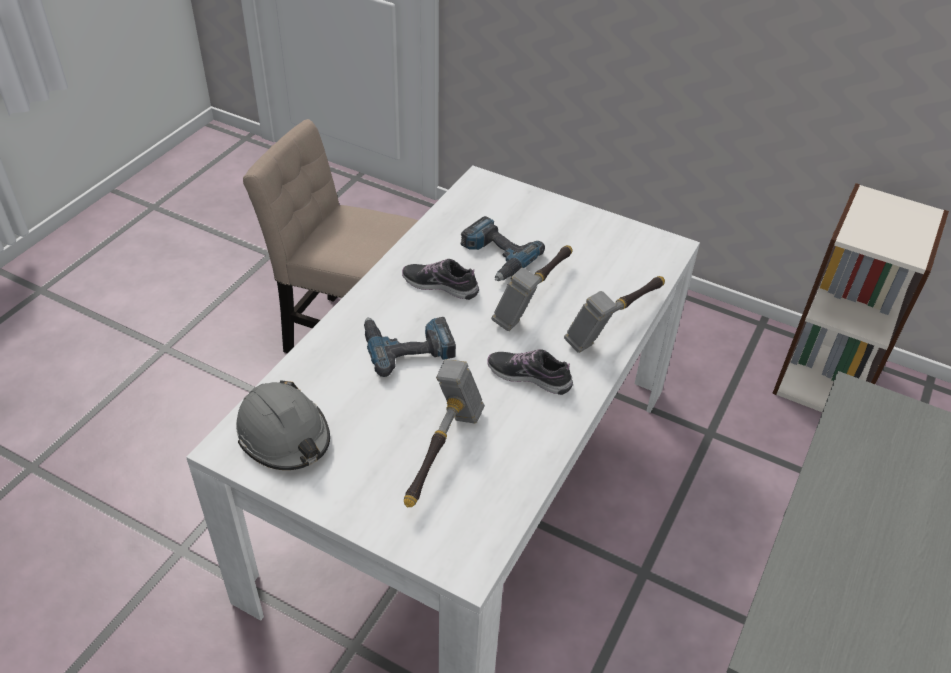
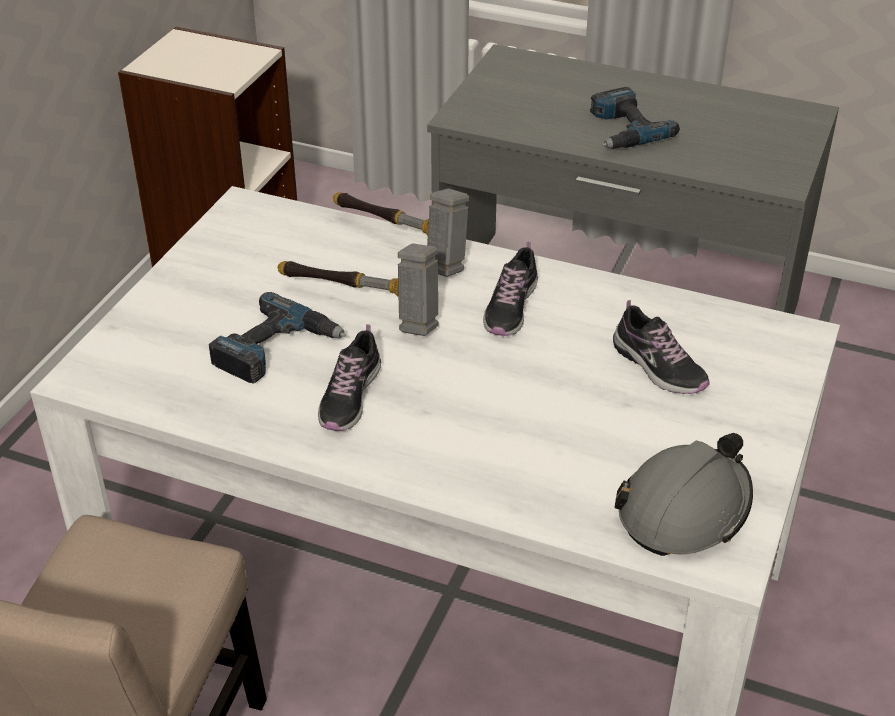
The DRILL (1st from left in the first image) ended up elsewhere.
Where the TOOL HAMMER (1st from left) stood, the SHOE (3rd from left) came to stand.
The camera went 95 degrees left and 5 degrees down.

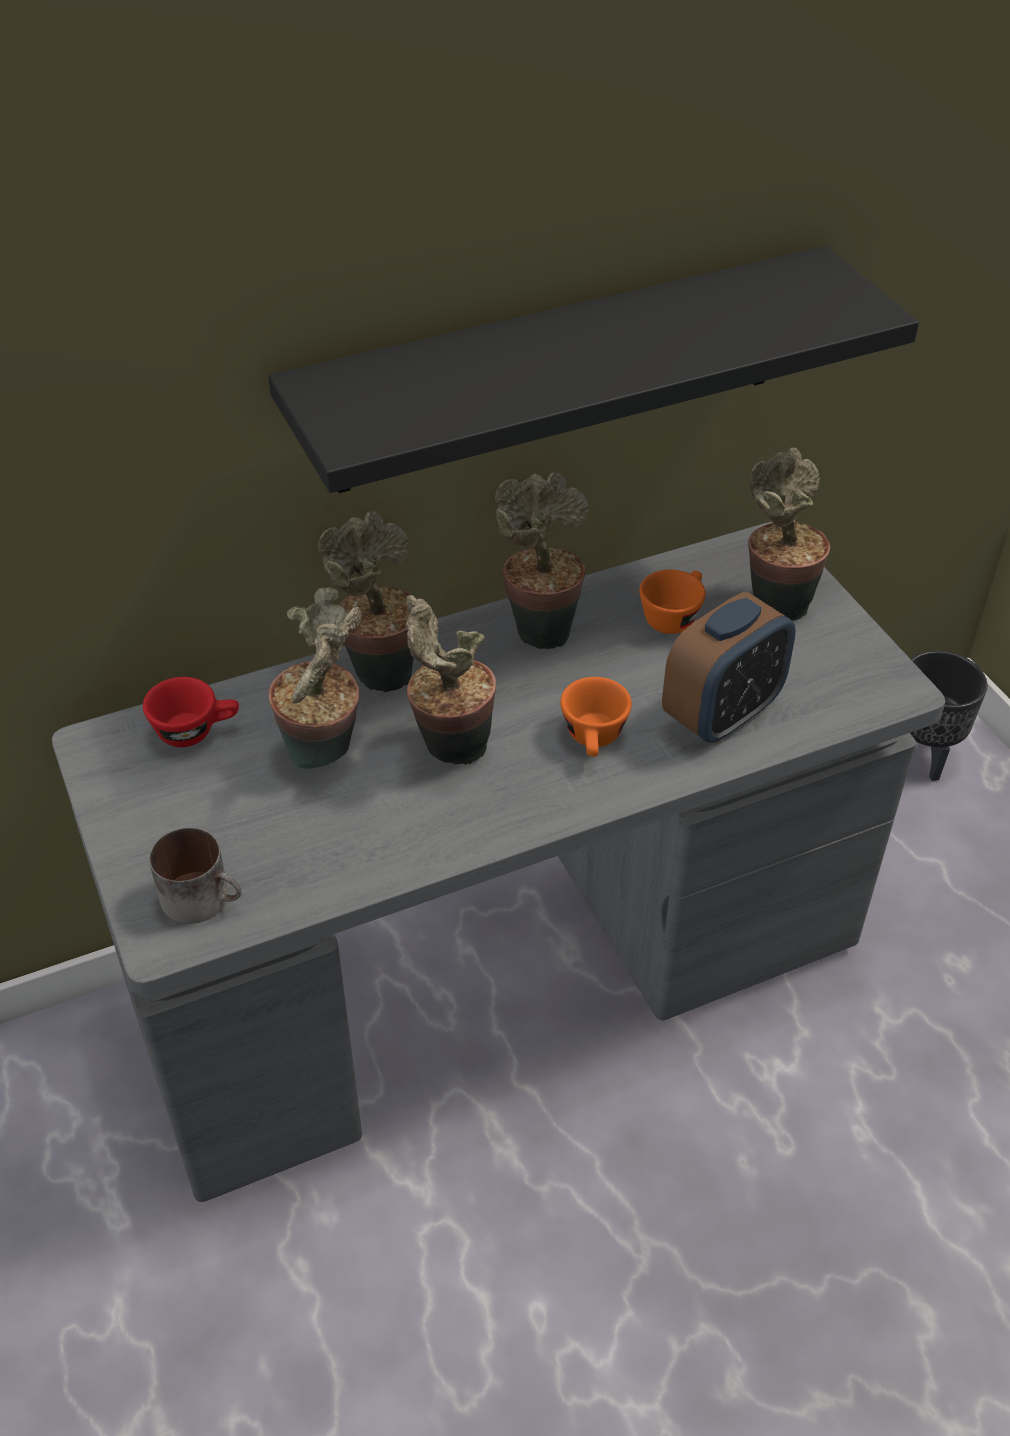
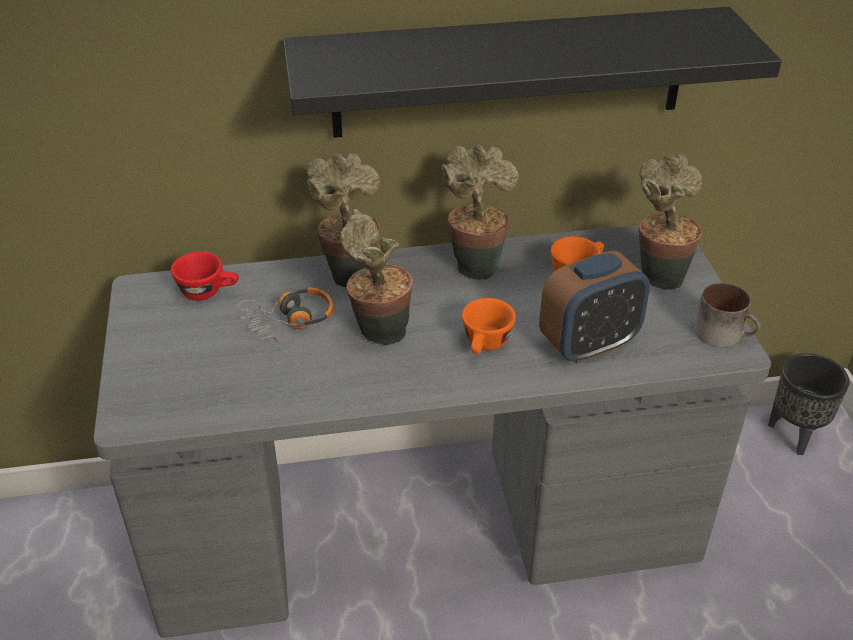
Where the PLANT IN A POT (1st from left) stood, the PAIR OF HEADPHONES came to stand.
The TEA MUG ended up elsewhere.
The camera went 15 degrees right and 5 degrees down.

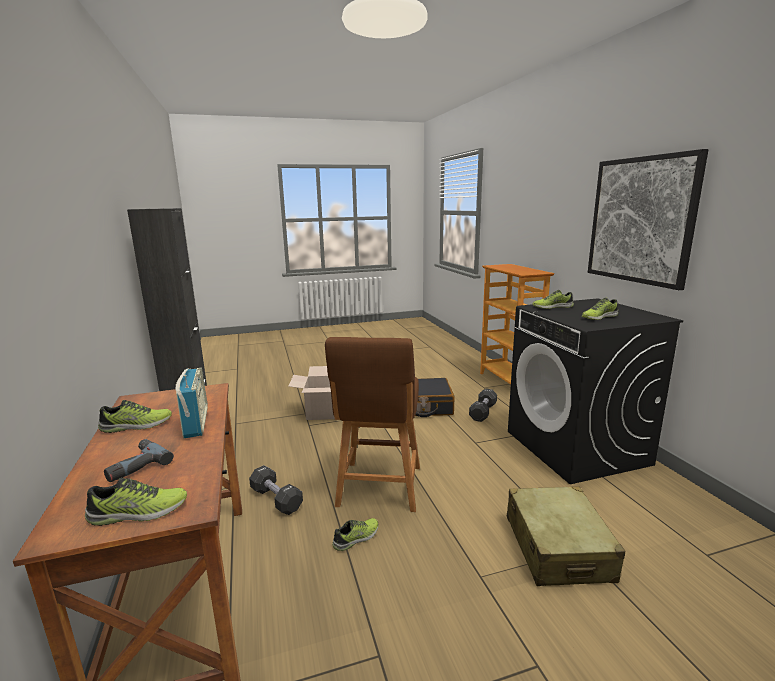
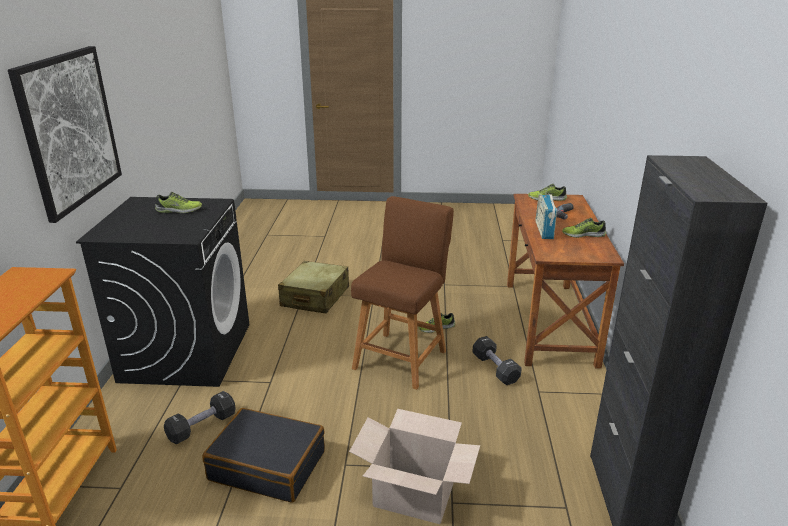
The second view lost the SHOE (4th from left).
The camera went 160 degrees left and 10 degrees up.

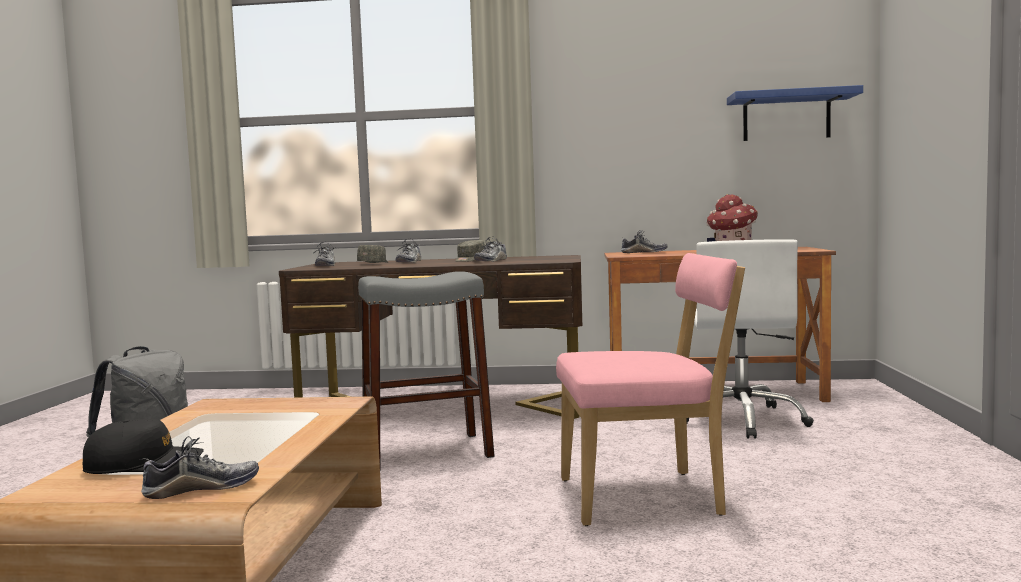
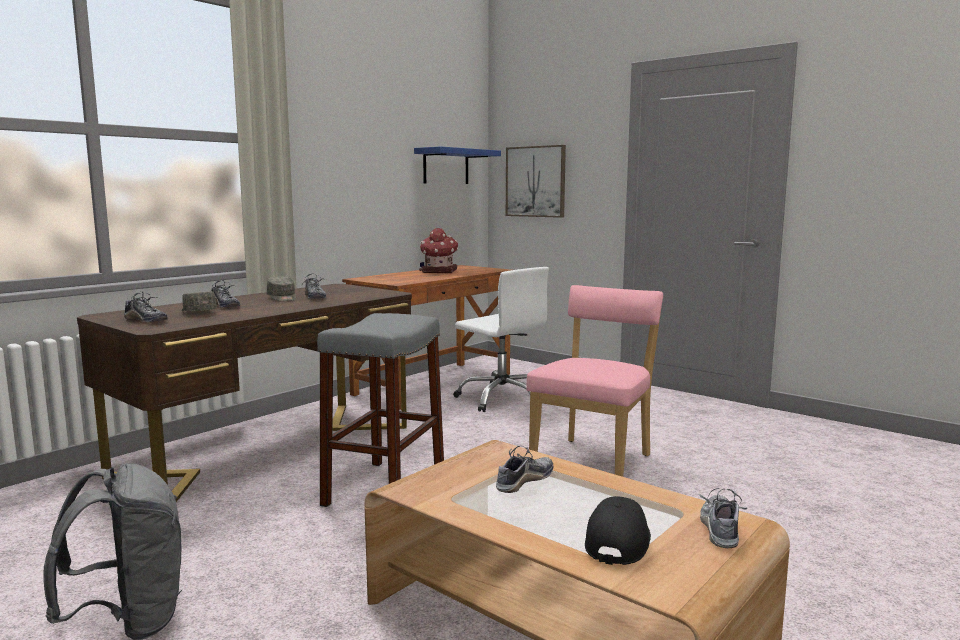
The SHOE (5th from left in the first image) ended up elsewhere.
The second view gained the PICTURE.
The camera went 55 degrees left and 5 degrees up.

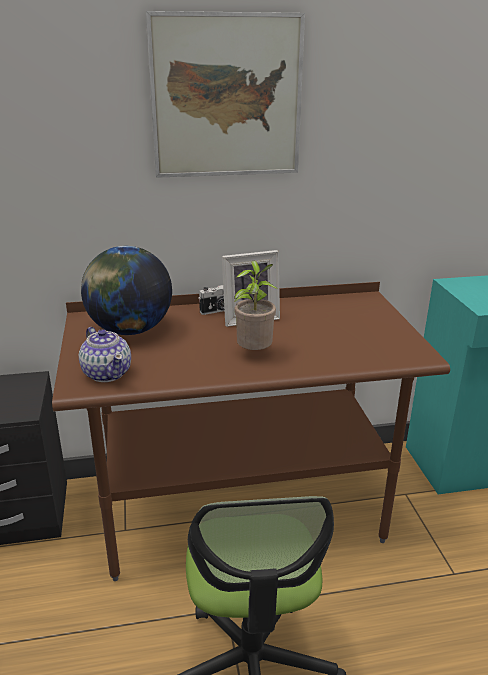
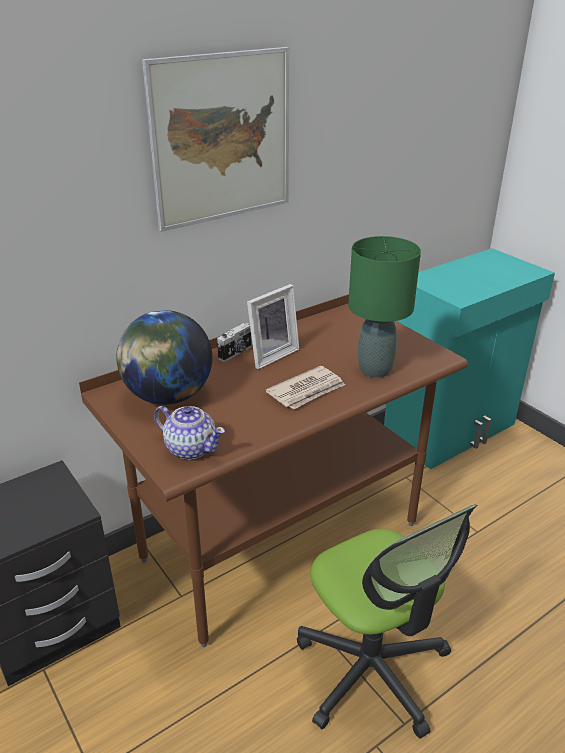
Where the PLANT IN A POT stood, the DAILY PAPER came to stand.
The second view gained the GREENISH LAMP FOR A TABLE.
The camera went 25 degrees left and 5 degrees up.

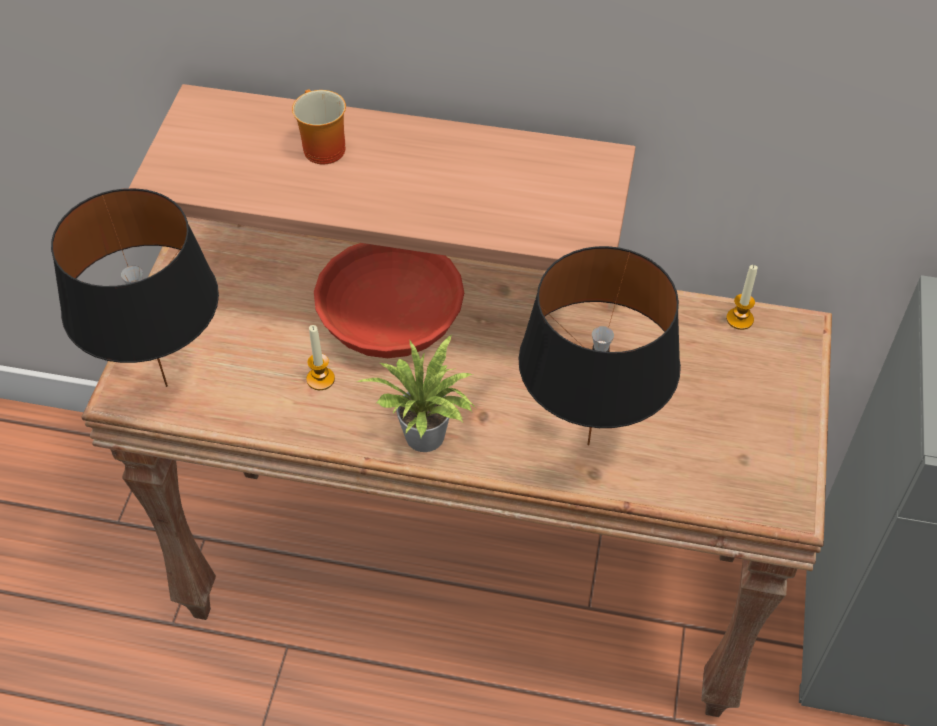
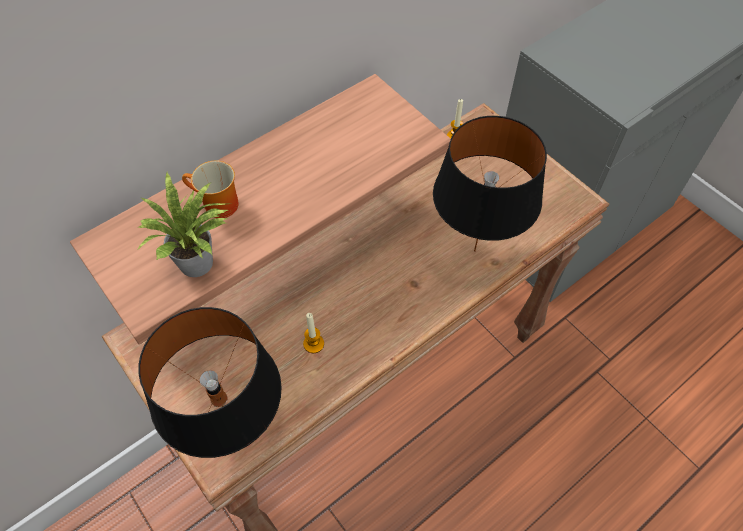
The PLANT IN A POT ended up elsewhere.
The second view lost the RED SERVING BOWL.
The camera went 50 degrees left and 5 degrees up.

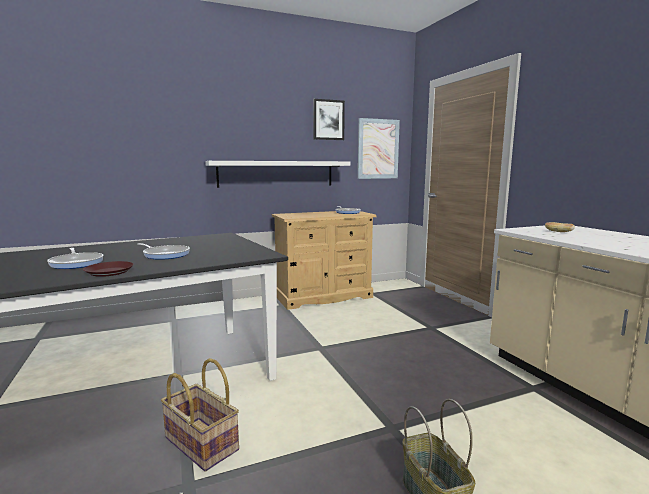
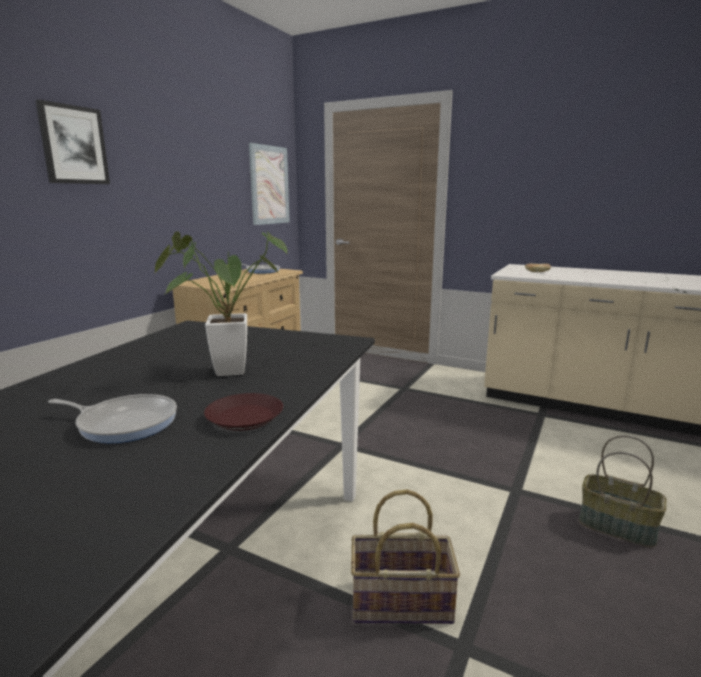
The PICTURE (1st from left) ended up elsewhere.
Where the SKILLET (2nd from left) stood, the PLANT IN A POT came to stand.
The second view lost the WHITISH WALL SHELF.
The camera went 40 degrees left and 5 degrees up.

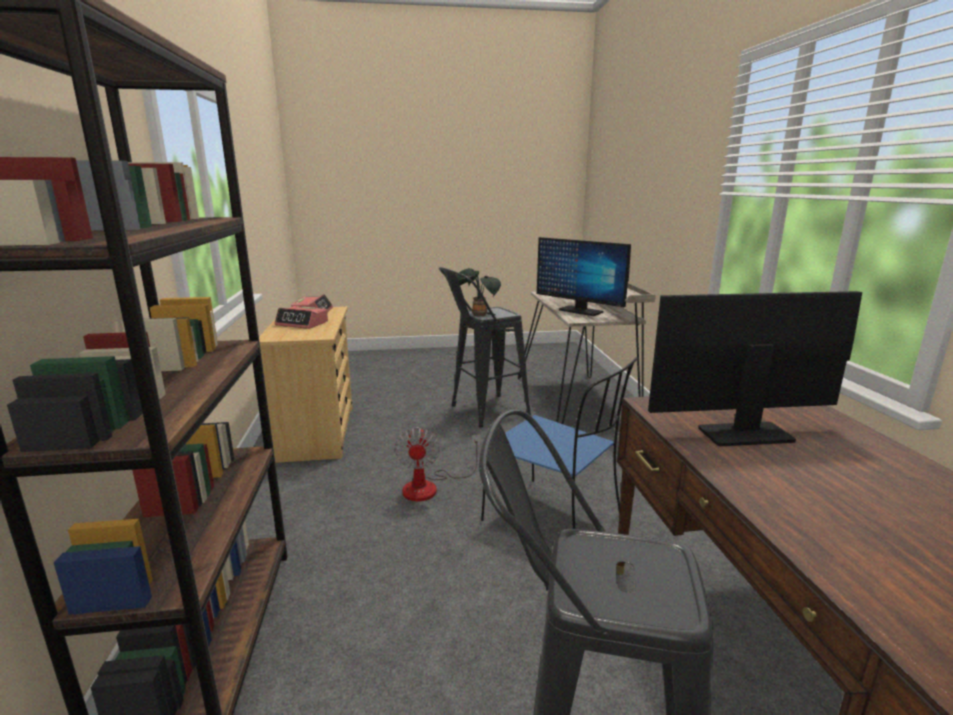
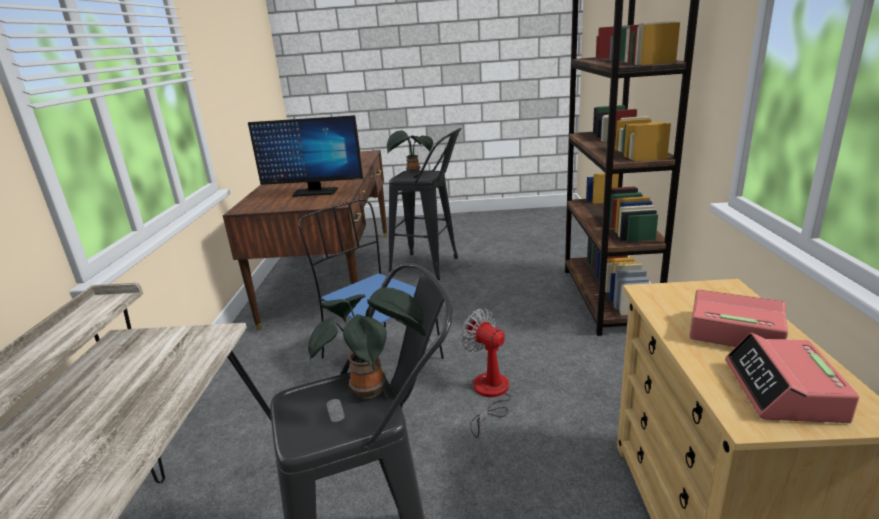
The second view gained the PLANT IN A POT (2nd from left).
The FAN ended up facing another way, 45 degrees counterclockwise from before.
The second view lost the MONITOR (1st from left).
The camera went 170 degrees left and 5 degrees up.

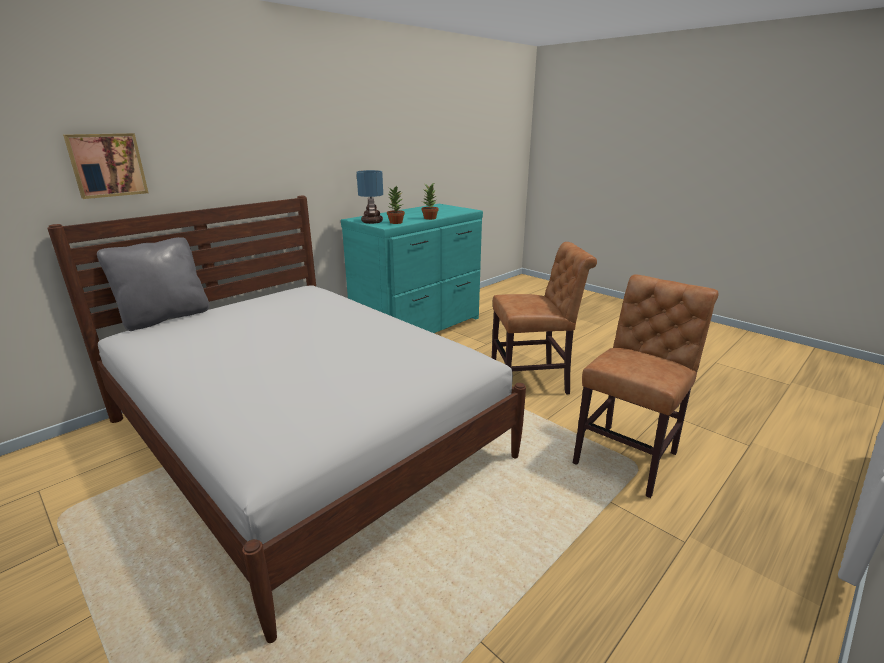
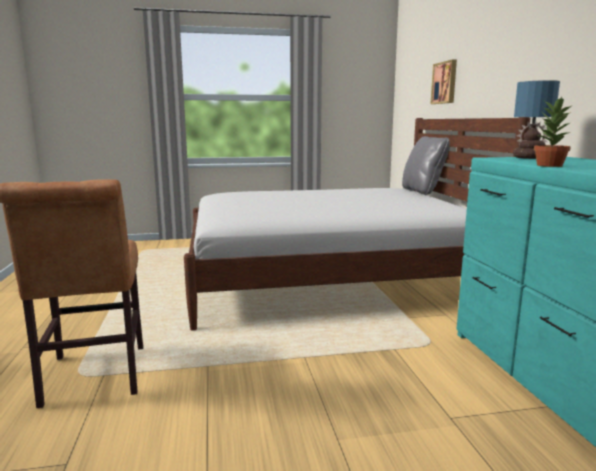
The second view lost the PLANT IN A POT (1st from left).
The second view lost the BROWN-COLOURED PLAIN CHAIR (1st from left).
The camera went 125 degrees right and 10 degrees down.

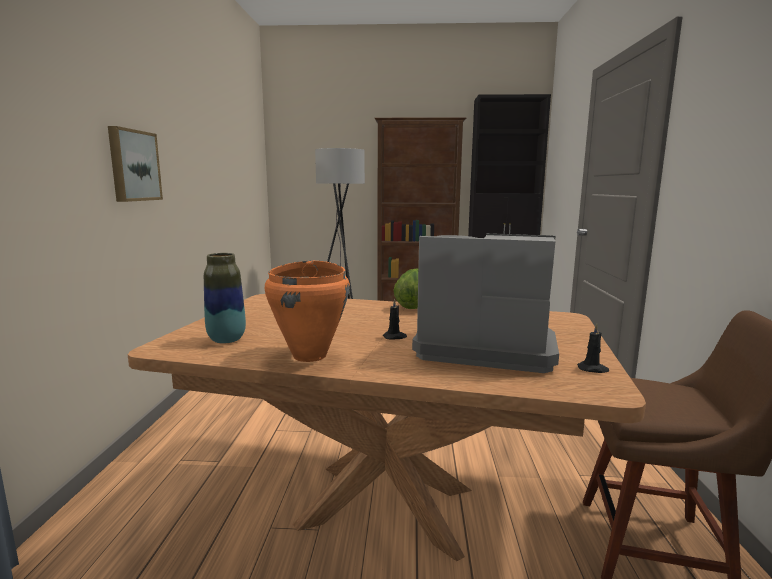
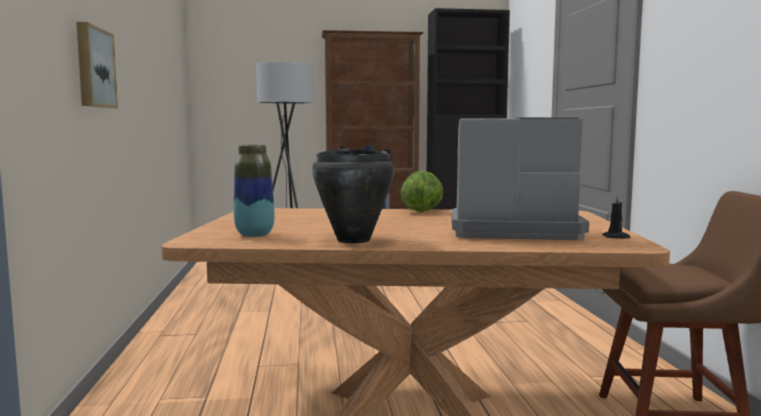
What was the ORANGEY COOKING POT turned into the BLACKISH COOKING POT.
The second view lost the BLACKISH WAX LIGHT (1st from left).
The camera went 10 degrees left and 5 degrees down.

